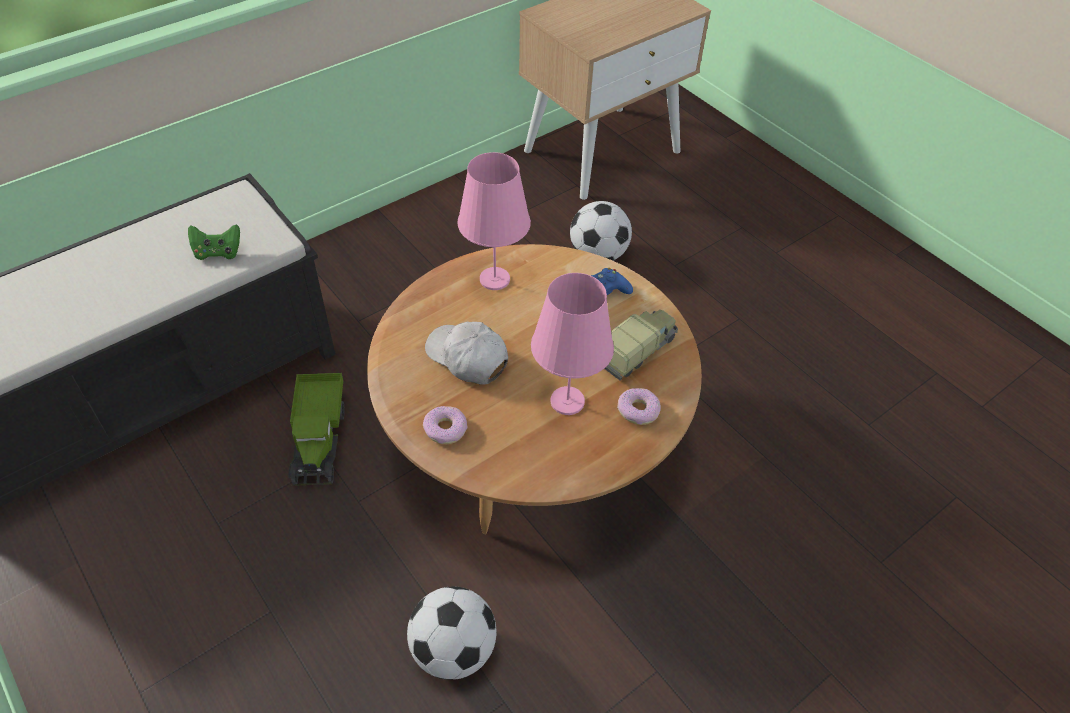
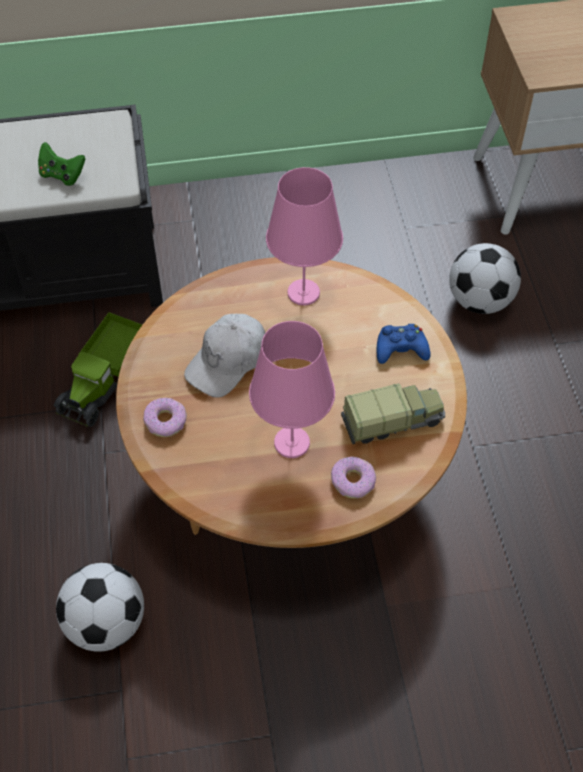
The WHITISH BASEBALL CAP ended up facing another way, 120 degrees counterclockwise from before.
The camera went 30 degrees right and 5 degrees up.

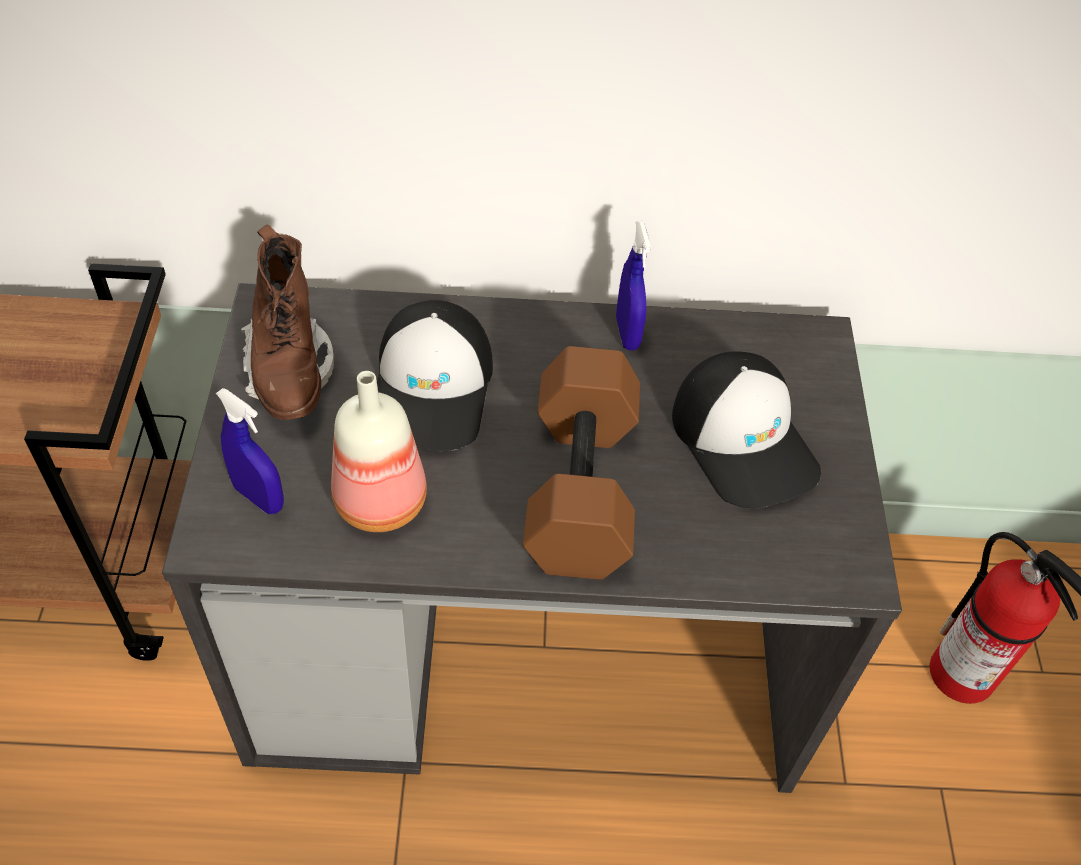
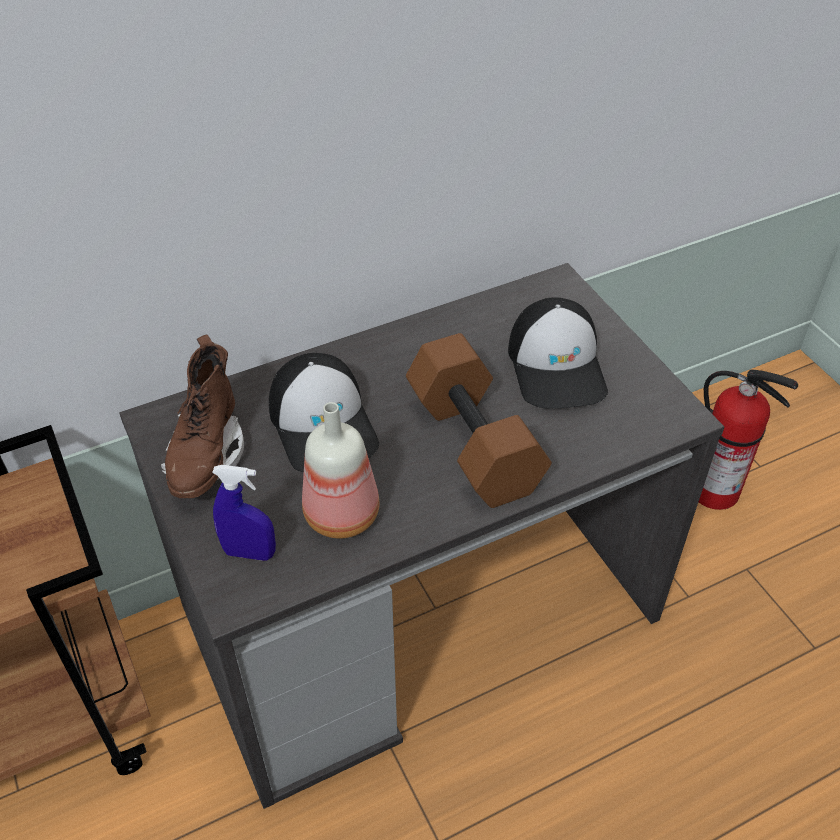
The BROWN-COLOURED TALL BOOT ended up facing another way, 45 degrees clockwise from before.
The BASEBALL CAP (2nd from left) ended up facing another way, 45 degrees clockwise from before.
The second view lost the BLUE-COLOURED SPRAY BOTTLE (2nd from left).
The camera went 25 degrees left and 5 degrees down.

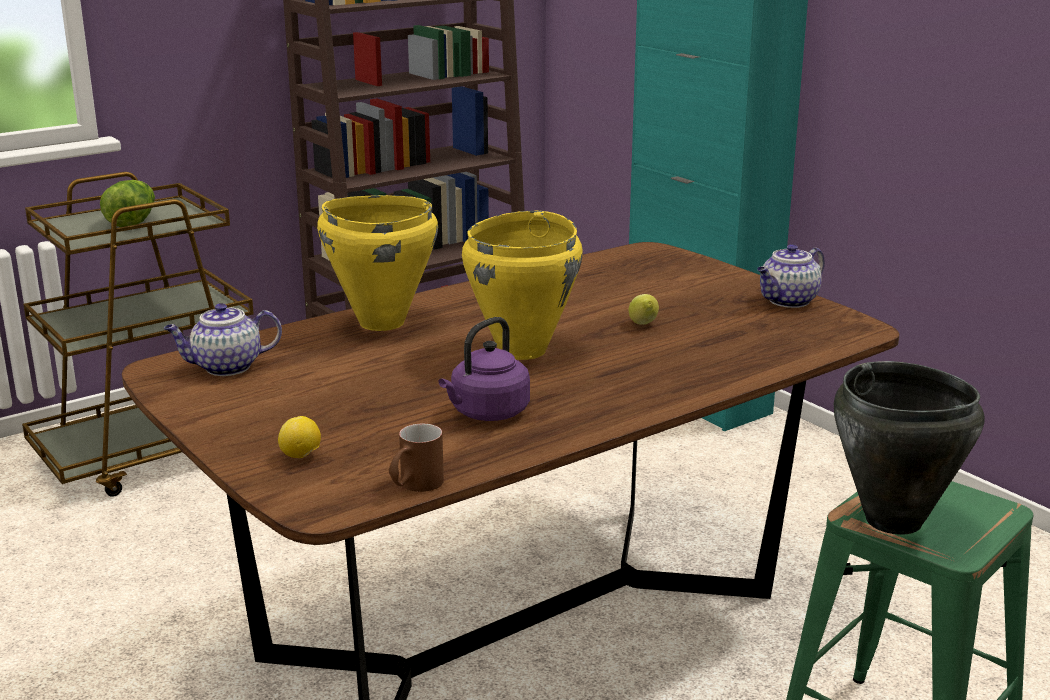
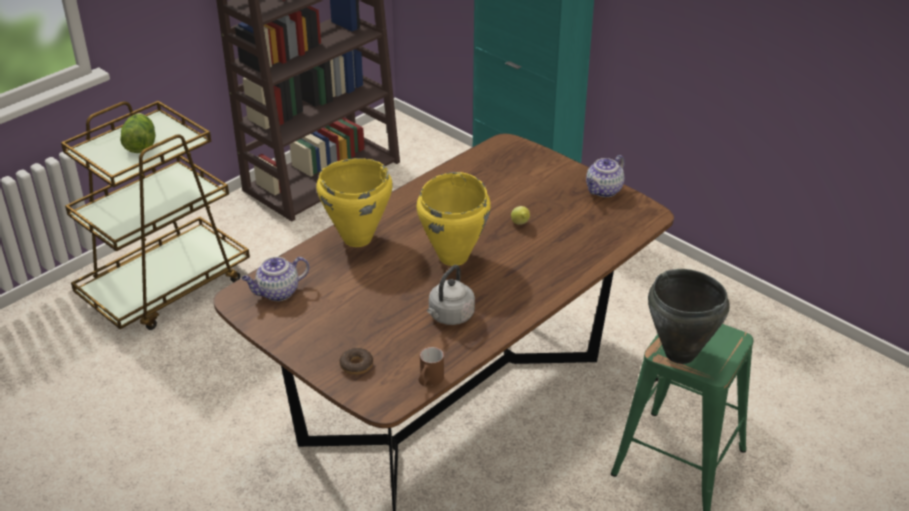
Where the CITRUS FRUIT (1st from left) stood, the DONUT came to stand.
What was the PURPLISH TEA KETTLE turned into the GREYISH TEA KETTLE.
The camera went 10 degrees left and 15 degrees up.

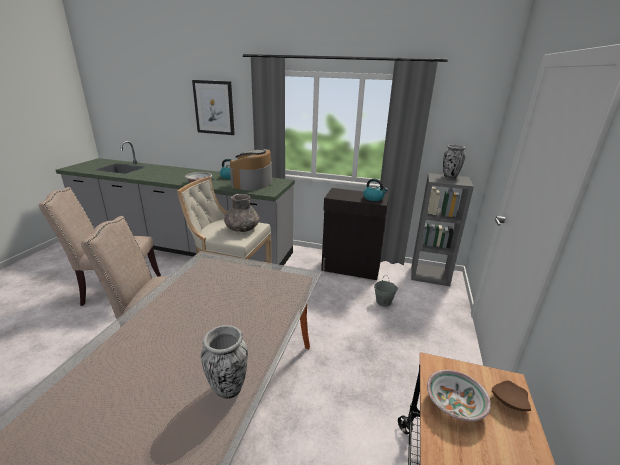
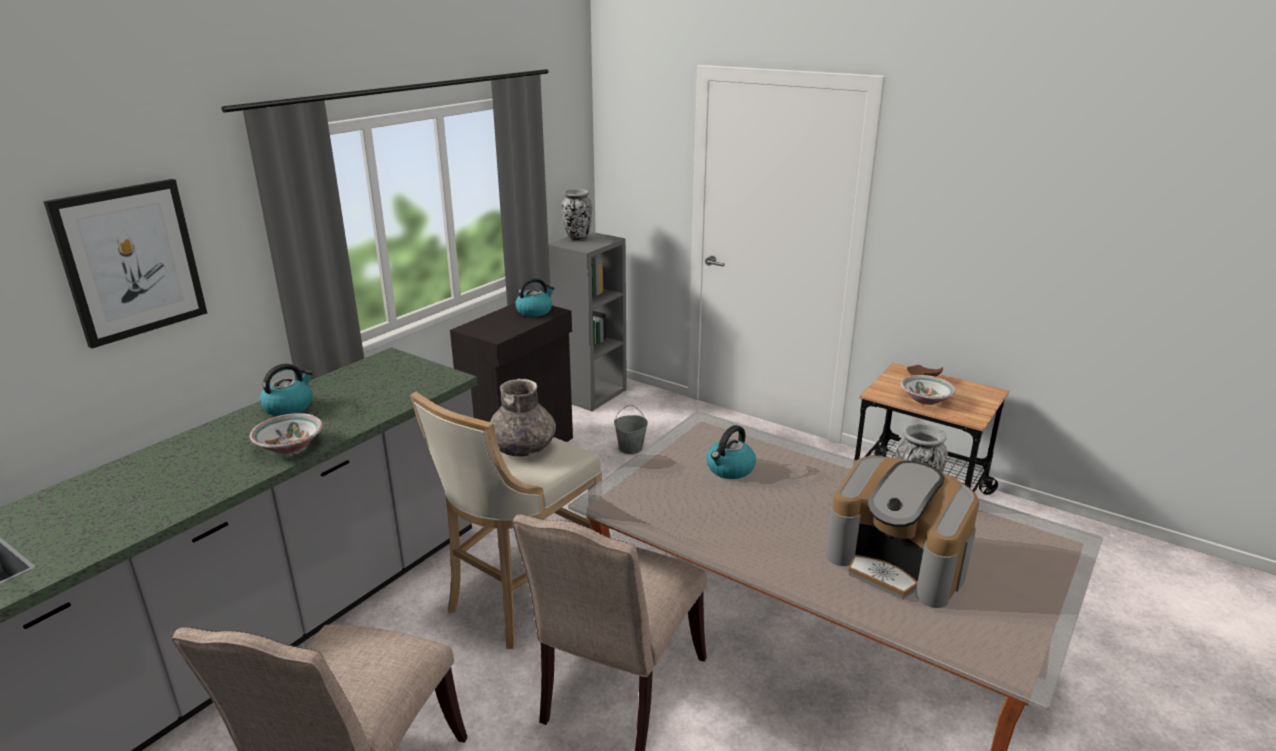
The second view gained the TEA KETTLE (3rd from left).
The COFFEE BREWER ended up elsewhere.
The camera went 70 degrees left and 0 degrees up.

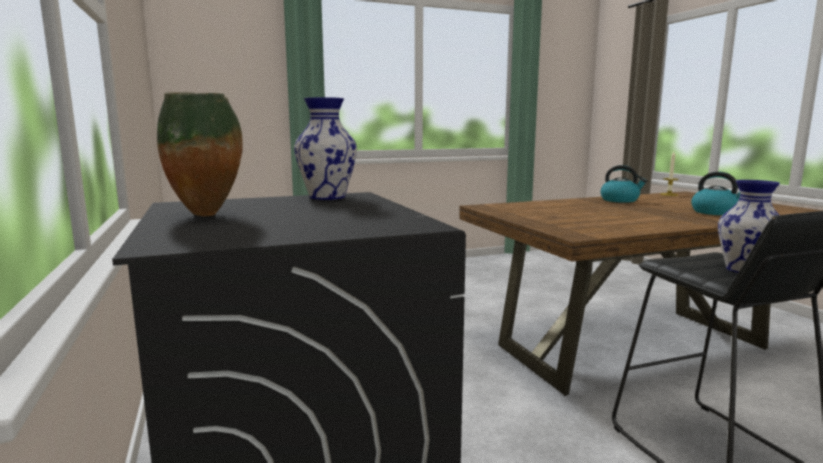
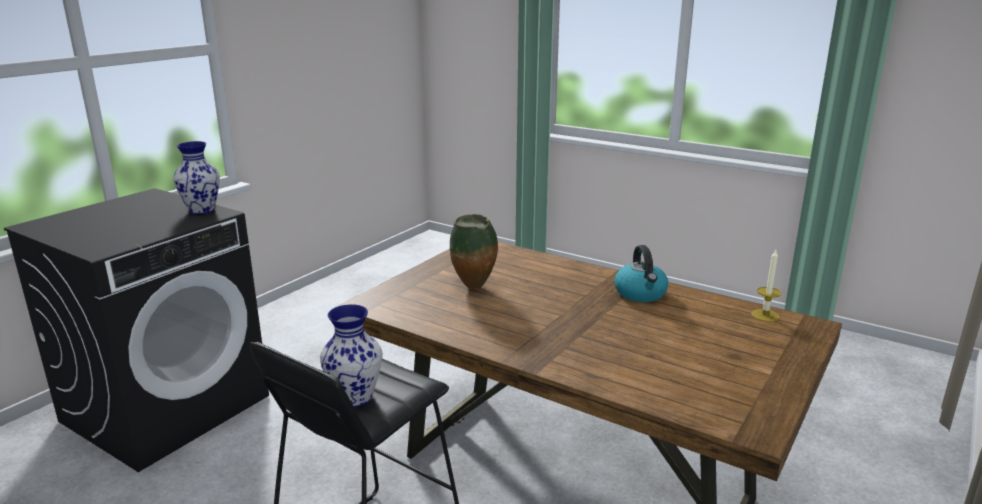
The DECORATIVE VASE (1st from left in the first image) ended up elsewhere.
The second view lost the TEA KETTLE (2nd from left).
The camera went 55 degrees right and 10 degrees up.

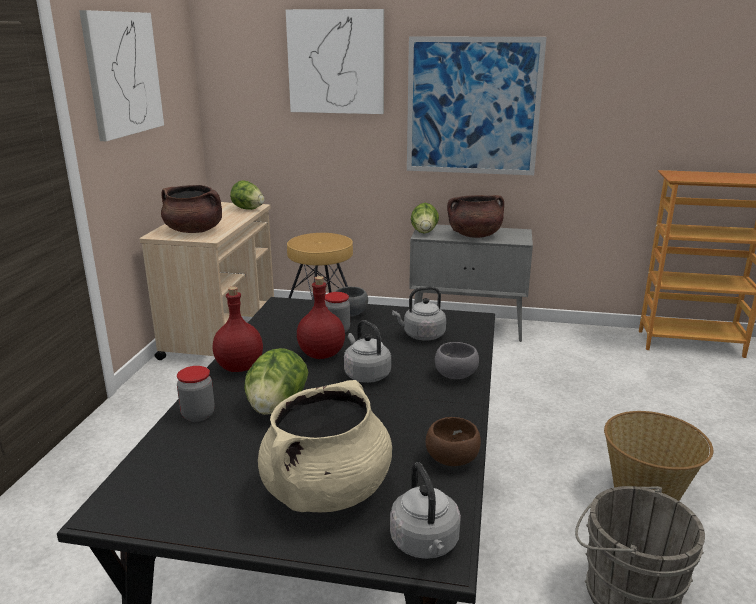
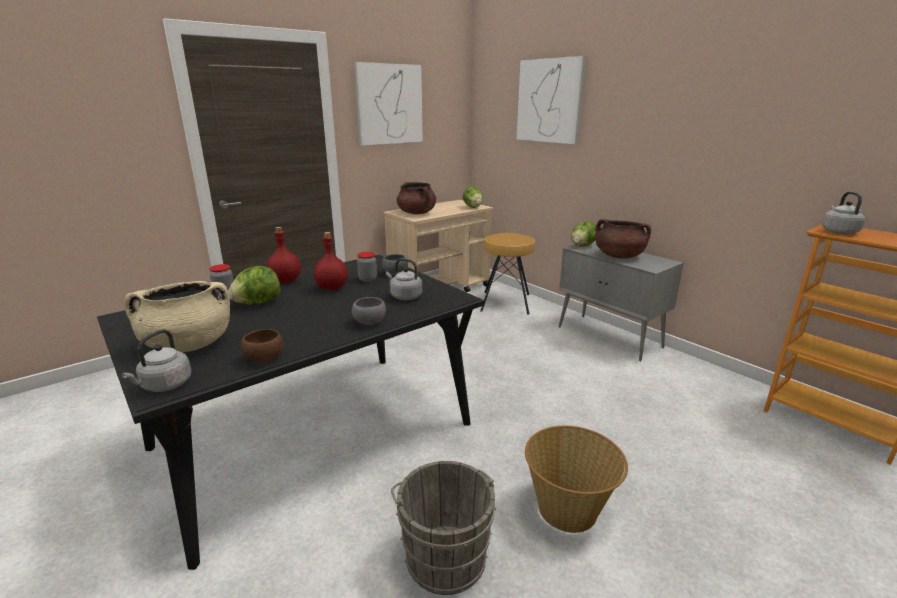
The GREYISH TEA KETTLE (1st from left in the first image) ended up elsewhere.
The second view lost the PICTURE (3rd from left).
The camera went 40 degrees right and 0 degrees up.

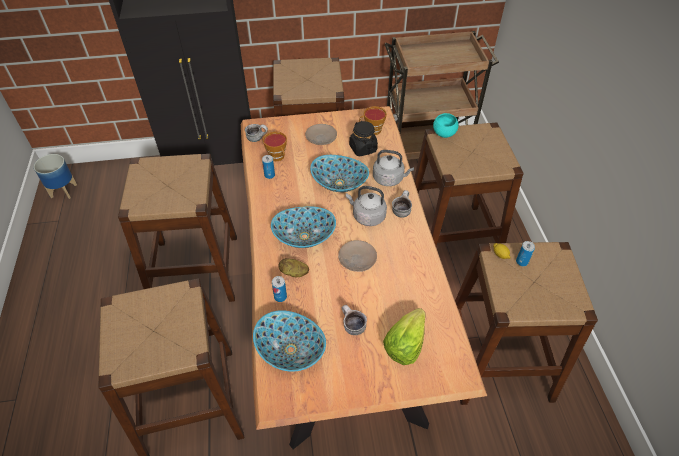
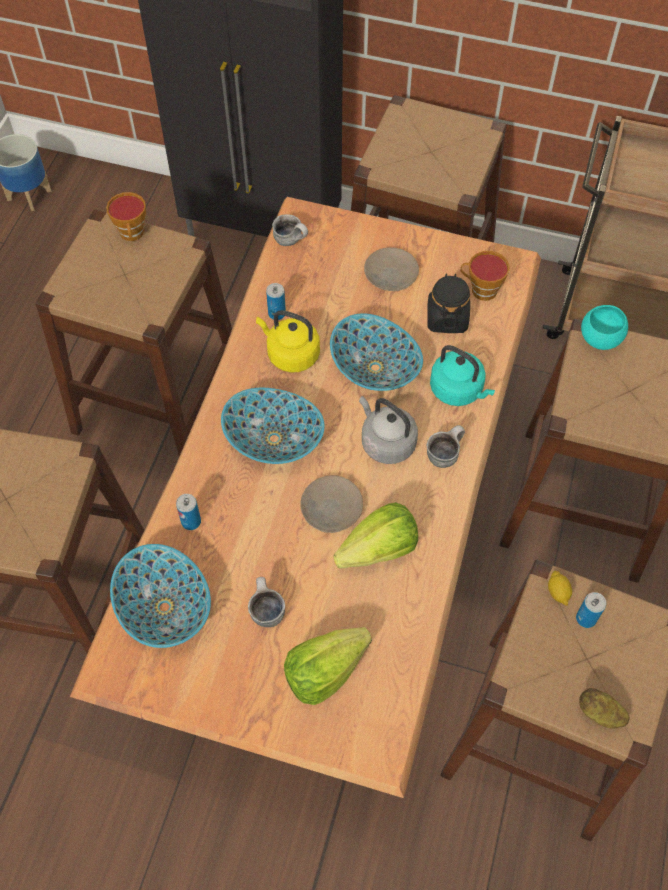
The SMALL CUP (1st from left) ended up elsewhere.
The second view gained the YELLOW-COLOURED TEA KETTLE.
The second view gained the HEAD OF LETTUCE (2nd from left).
What was the GREYISH TEA KETTLE (2nd from left) turned into the TURQUOISE TEA KETTLE.
The POTATO ended up elsewhere.
The camera went 25 degrees right and 10 degrees up.

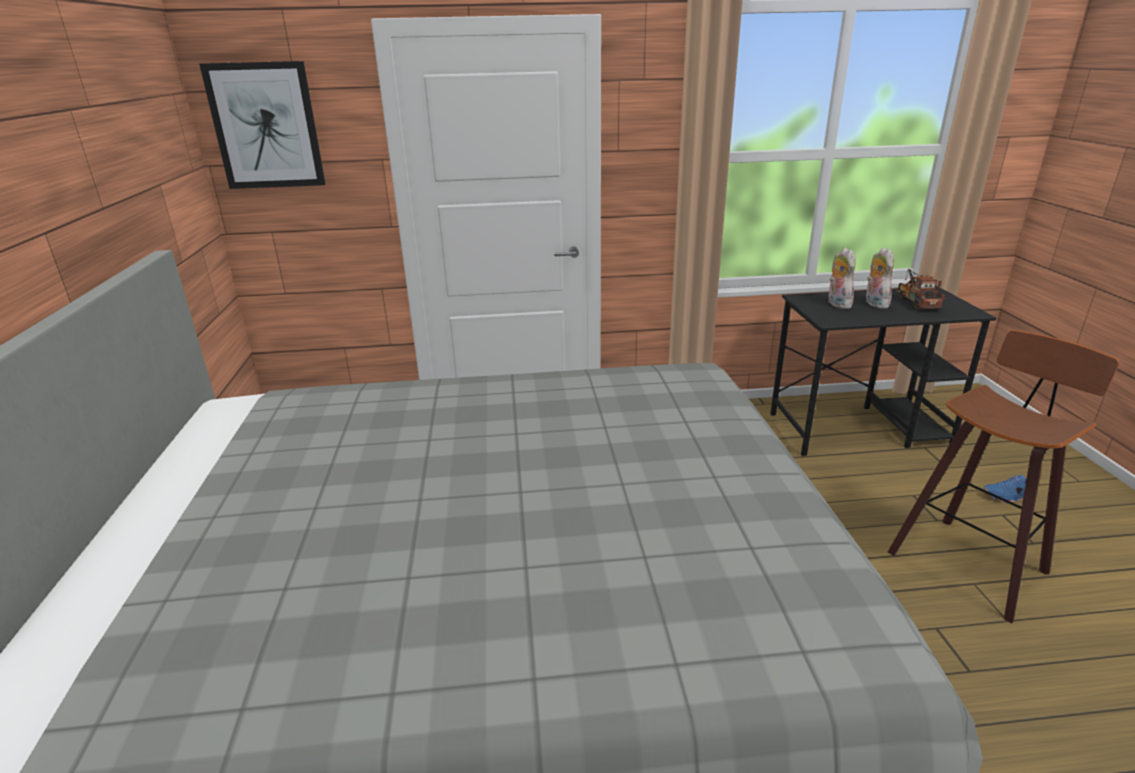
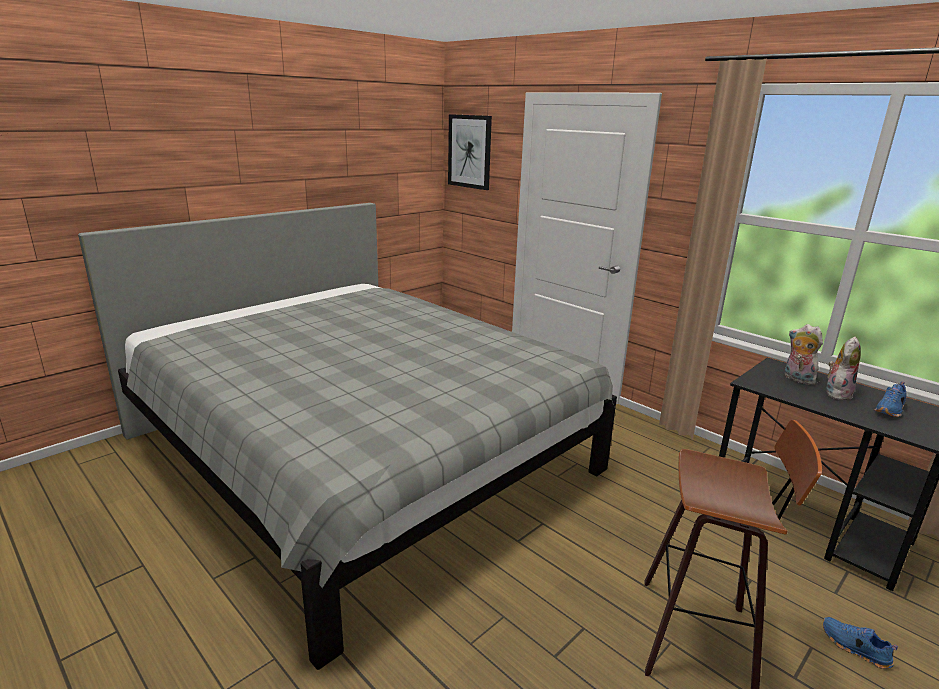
The SOFT TOY (1st from left) ended up facing another way, 75 degrees counterclockwise from before.
Where the TOY LORRY stood, the BLUE-COLOURED SHOE (2nd from left) came to stand.
The camera went 50 degrees right and 5 degrees down.

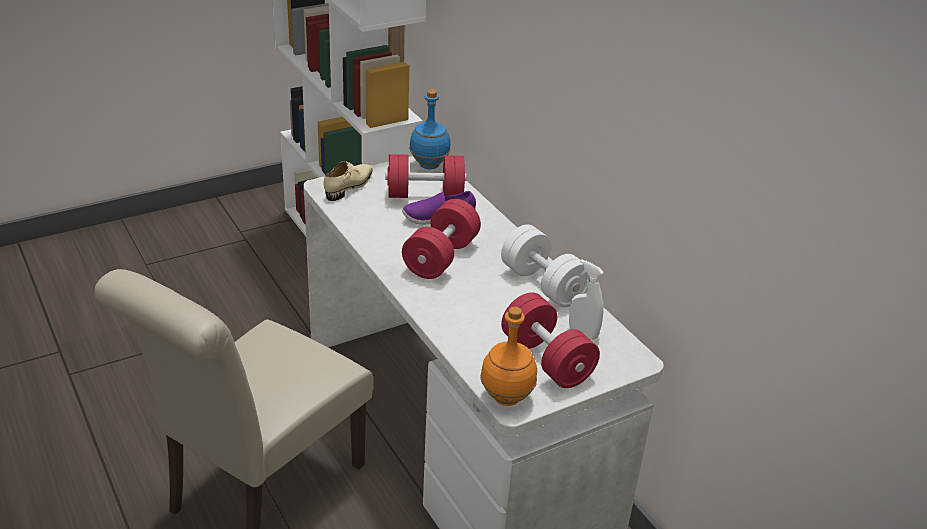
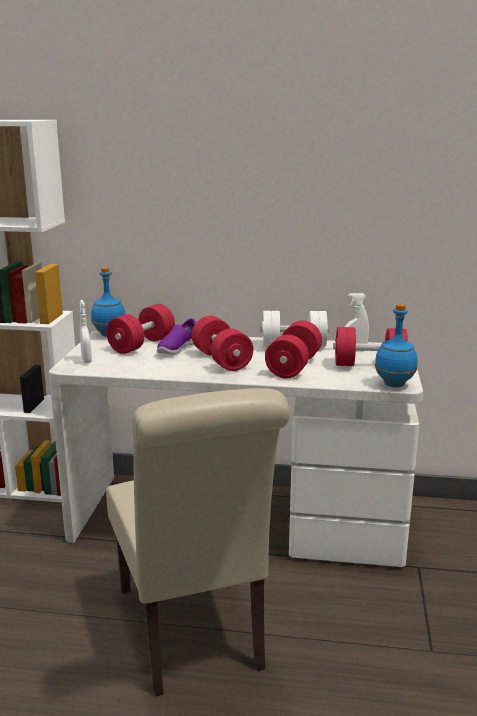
Where the BEIGE SHOE stood, the WHITISH SPRAY BOTTLE (1st from left) came to stand.
The second view gained the RED FREE WEIGHT (3rd from left).
What was the ORANGEY BOTTLE turned into the BLUE-COLOURED BOTTLE (2nd from left).
The camera went 50 degrees left and 15 degrees down.

